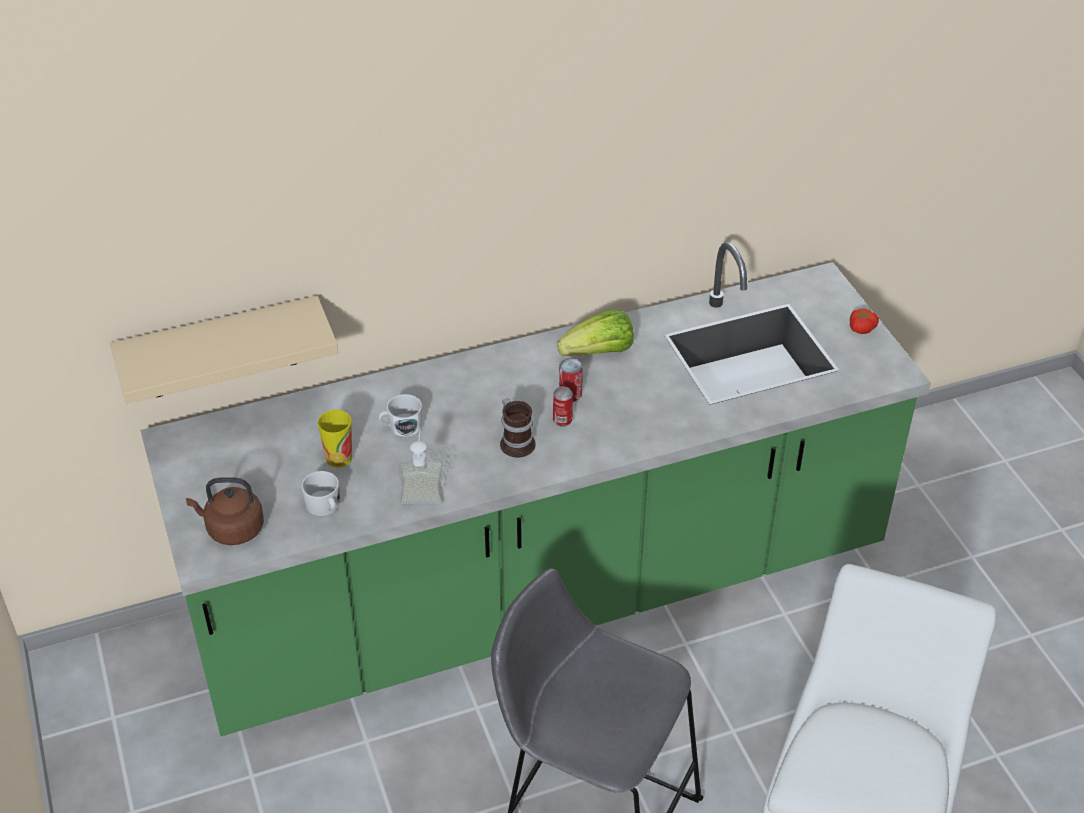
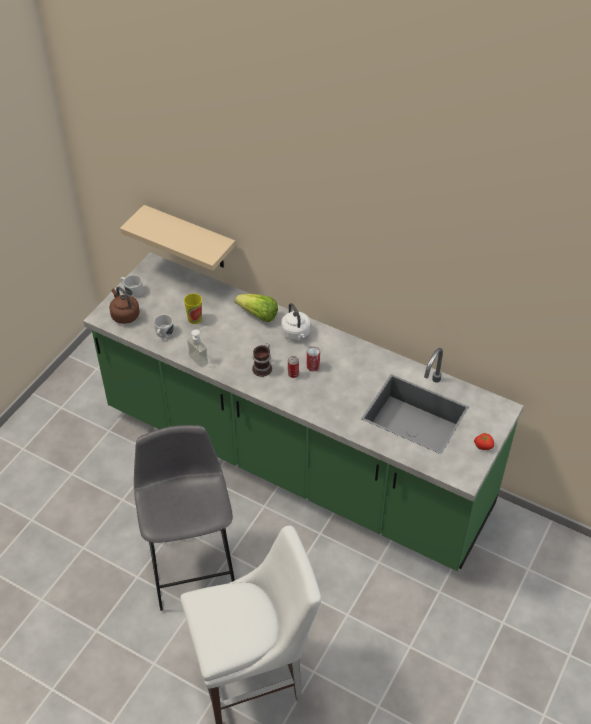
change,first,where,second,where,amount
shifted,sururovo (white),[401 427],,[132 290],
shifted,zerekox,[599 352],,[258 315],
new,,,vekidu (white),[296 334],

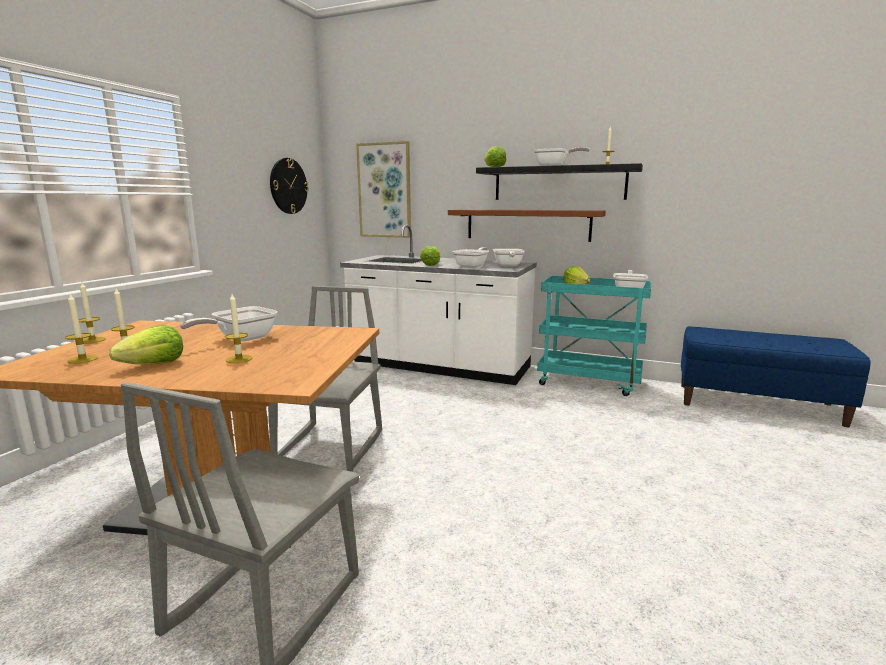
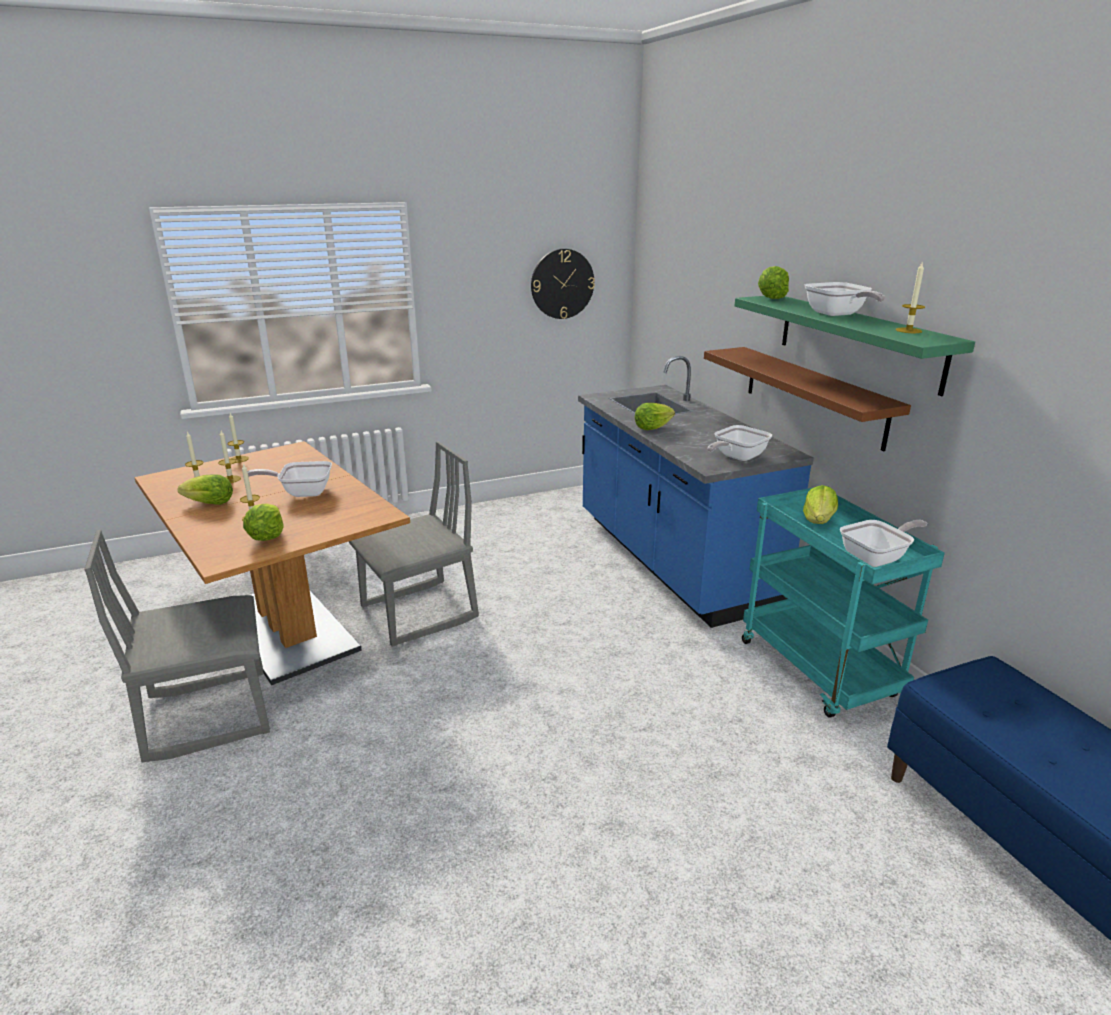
change,first,where,second,where,amount
new,,,zerekox,[267 537],
repainted,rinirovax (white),[439 366],rinirovax (blue),[672 560],
repainted,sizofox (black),[559 183],sizofox (green),[857 341],
gone,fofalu,[384 190],,,
gone,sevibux,[472 266],,,

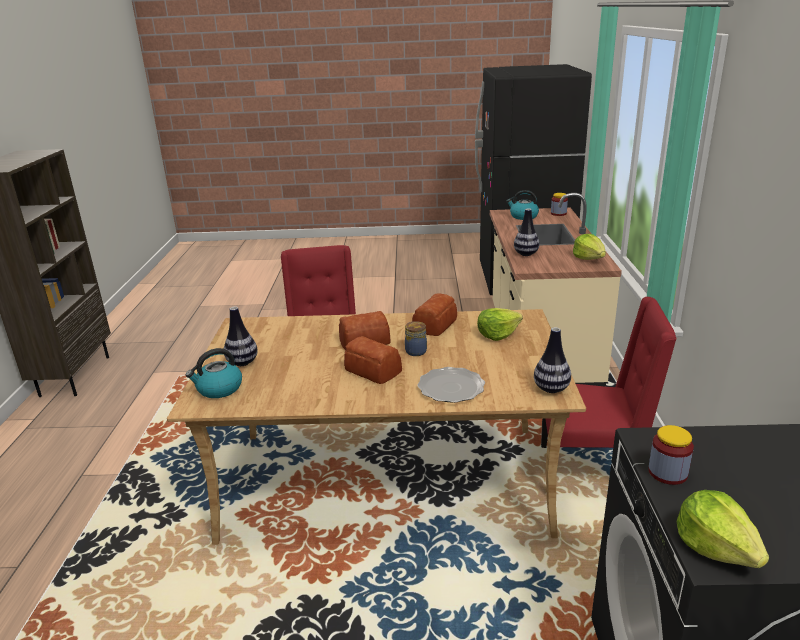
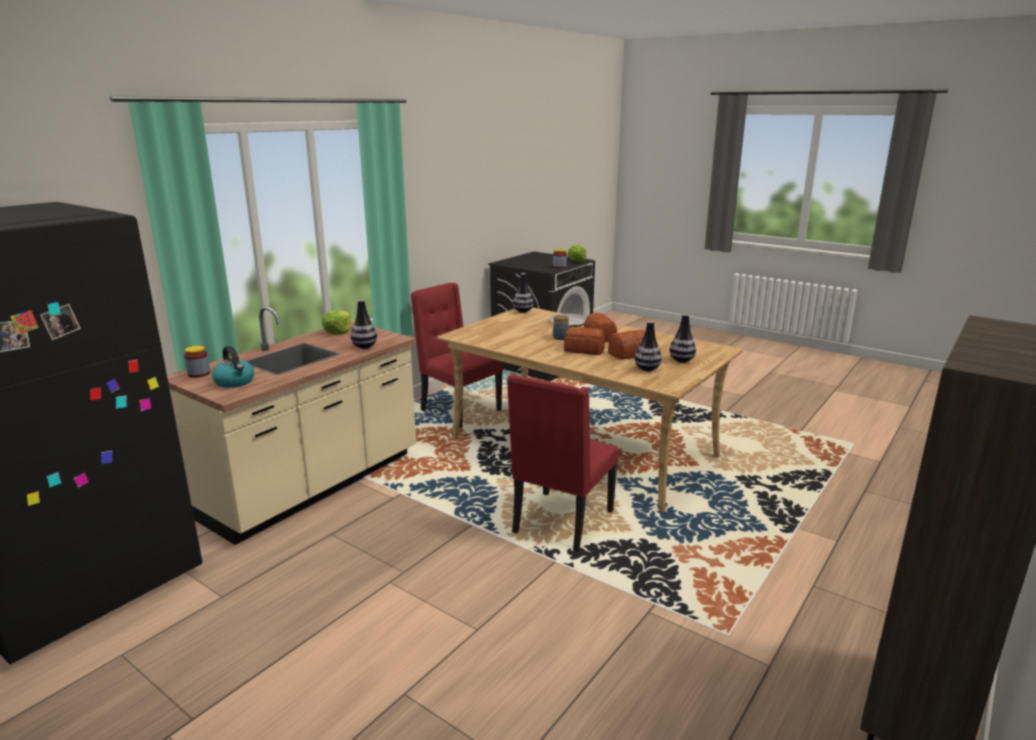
change,first,where,second,where,amount
shifted,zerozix,[436 325],,[628 354],
new,,,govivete,[647 369],
gone,vekidu,[219 389],,,
gone,zerekox,[497 334],,,

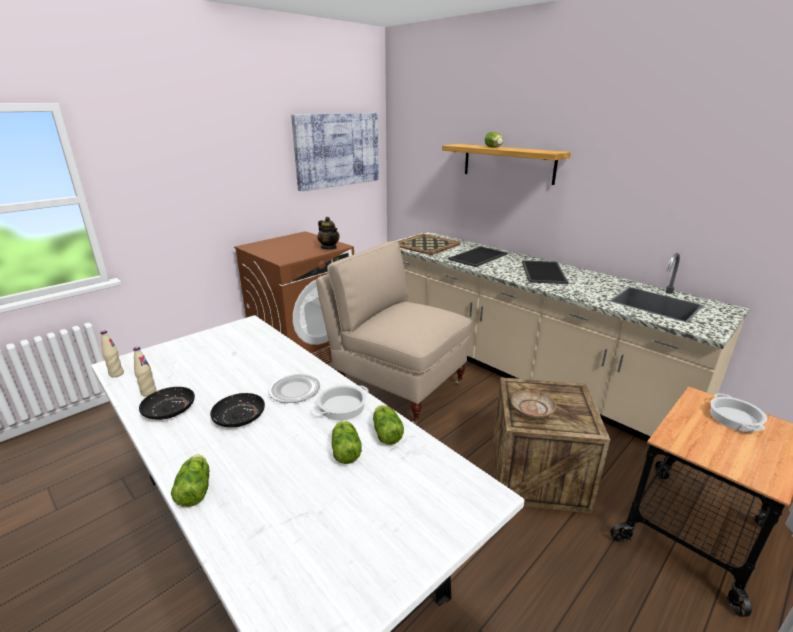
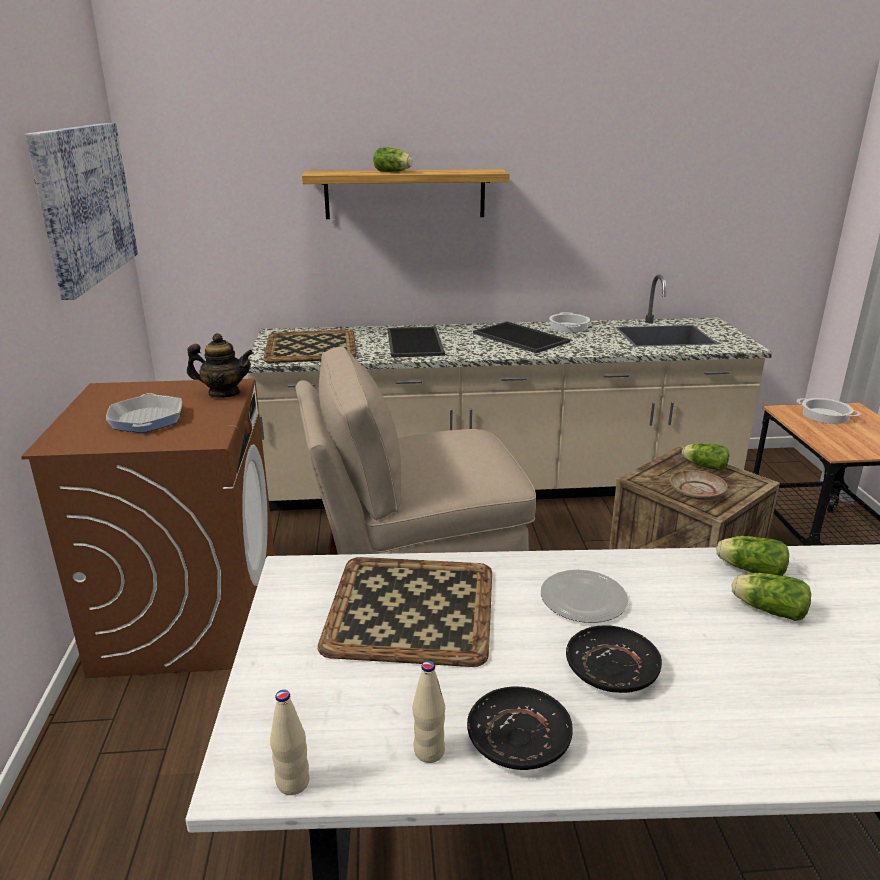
change,first,where,second,where,amount
new,,,sevibux,[146 419],
new,,,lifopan,[413 608],
shifted,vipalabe,[342 406],,[568 327],
shifted,zerekox,[195 488],,[703 466],

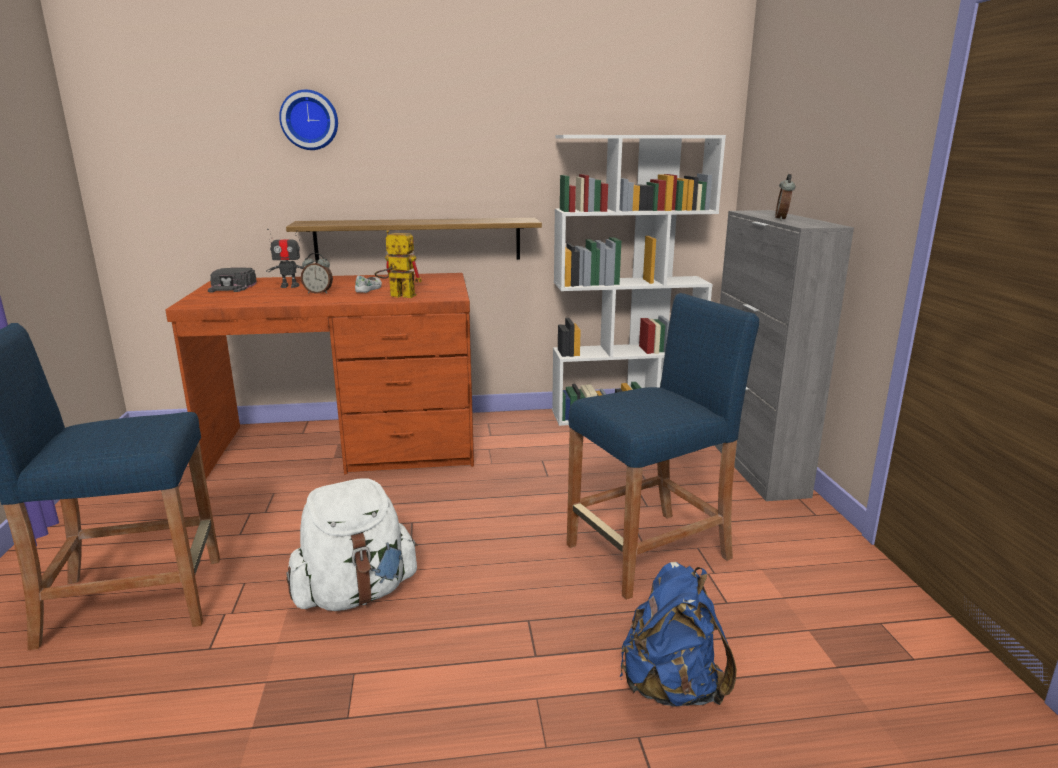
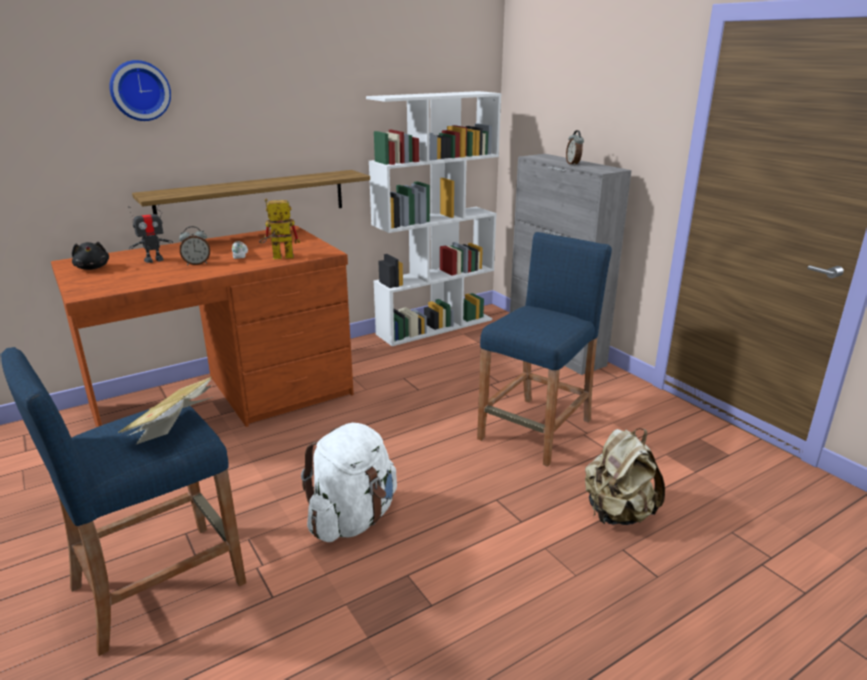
change,first,where,second,where,amount
swapped,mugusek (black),[232 286],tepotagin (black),[93 268],
new,,,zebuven,[174 427],
repainted,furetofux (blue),[671 687],furetofux (beige),[618 513],

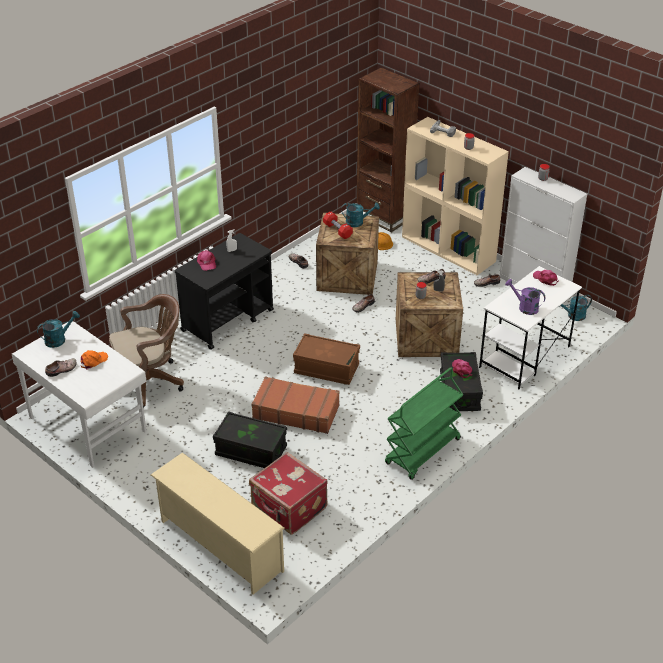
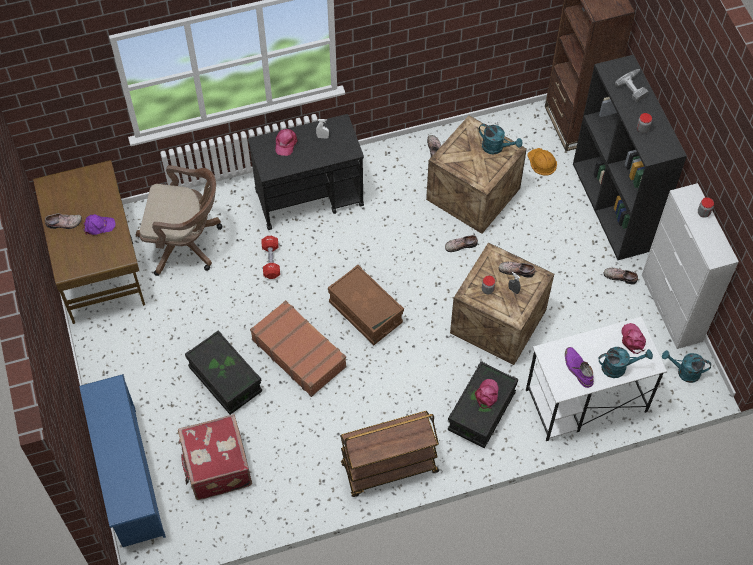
change,first,where,second,where,amount
repainted,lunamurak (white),[88 423],lunamurak (brown),[99 267],
repainted,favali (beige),[219 546],favali (blue),[127 476],
repainted,mugusek (orange),[93 361],mugusek (purple),[98 226],
shifted,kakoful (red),[337 230],,[271 261],
repainted,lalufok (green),[423 452],lalufok (brown),[389 469],
swapped,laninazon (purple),[524 307],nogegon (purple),[577 369],
repainted,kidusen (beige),[449 249],kidusen (black),[614 207],
shifted,laninazon (turquoise),[59 339],,[618 367],

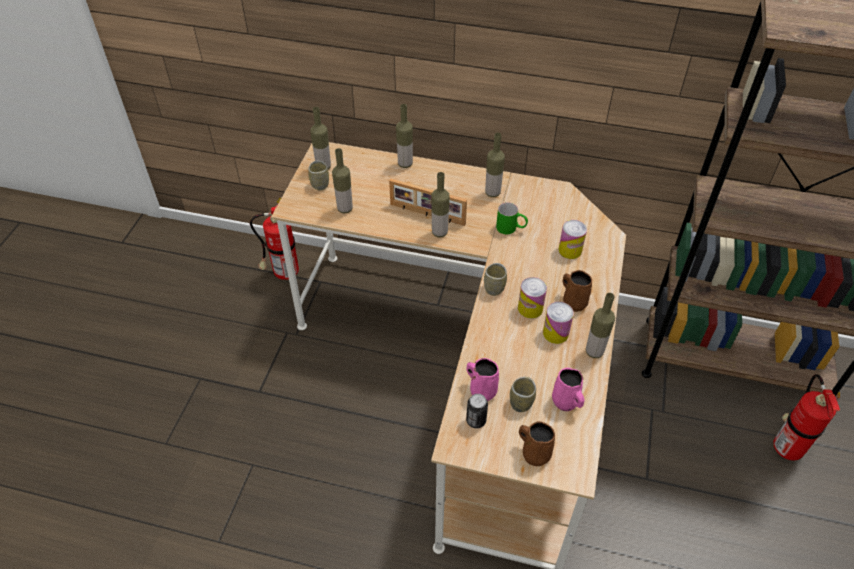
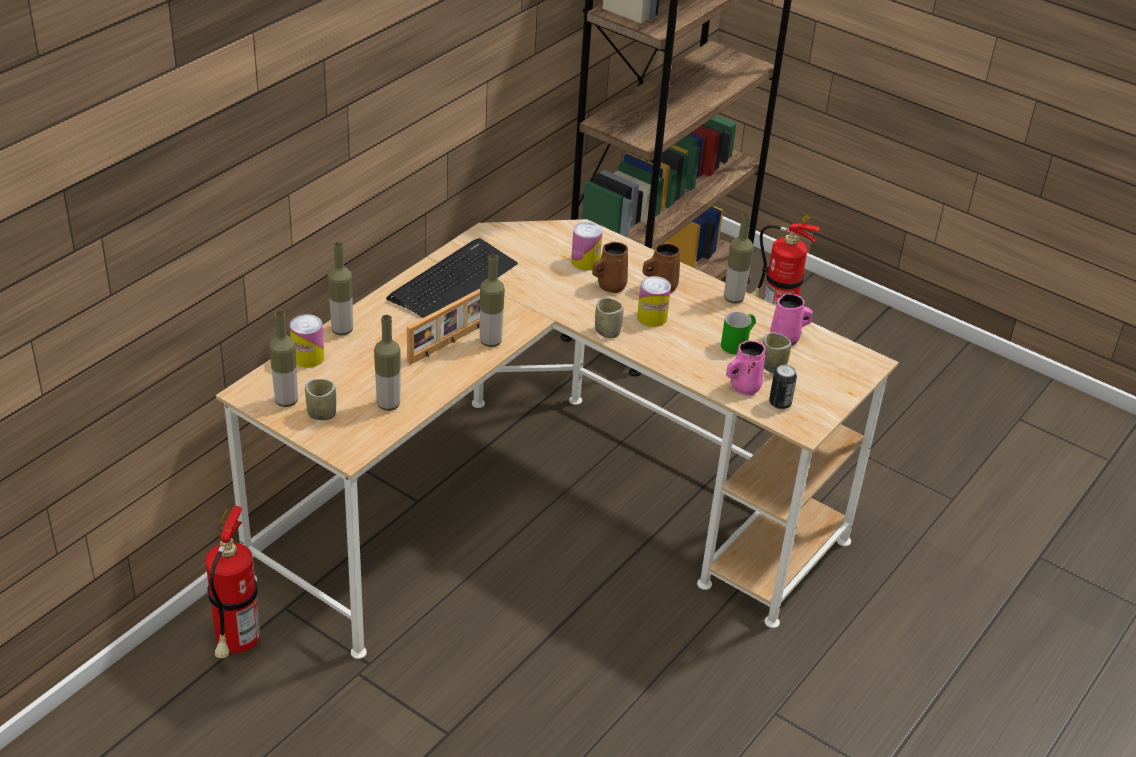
change,first,where,second,where,amount
shifted,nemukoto,[555 333],,[308 357],
swapped,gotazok,[492 193],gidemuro,[453 281],
shifted,sururovo (brown),[534 453],,[610 286],
shifted,sururovo (green),[511 229],,[738 343],

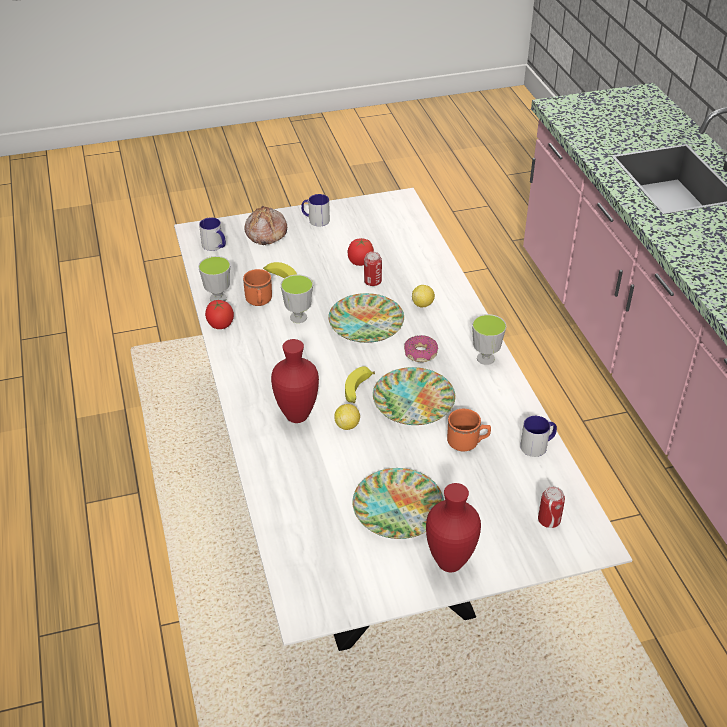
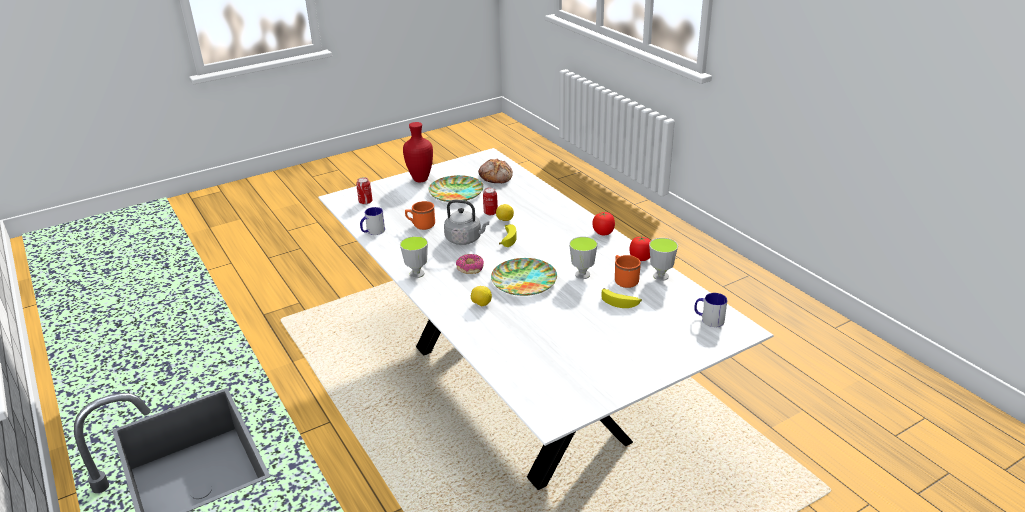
change,first,where,second,where,amount
swapped,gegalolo,[412 401],vekidu (grey),[465 239],
shifted,zerozix,[265 233],,[496 177],
shifted,nemukoto,[372 282],,[490 212],
shifted,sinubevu,[360 262],,[603 233],
gone,govivete (red),[295 417],,,
gone,sururovo,[315 220],,,

